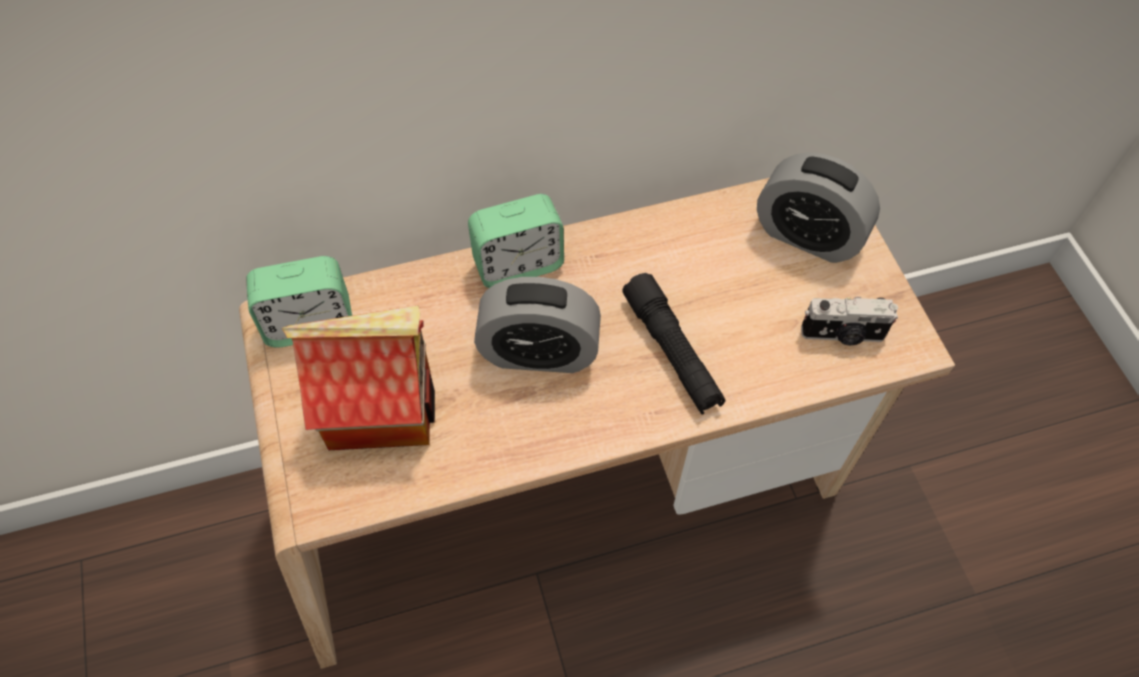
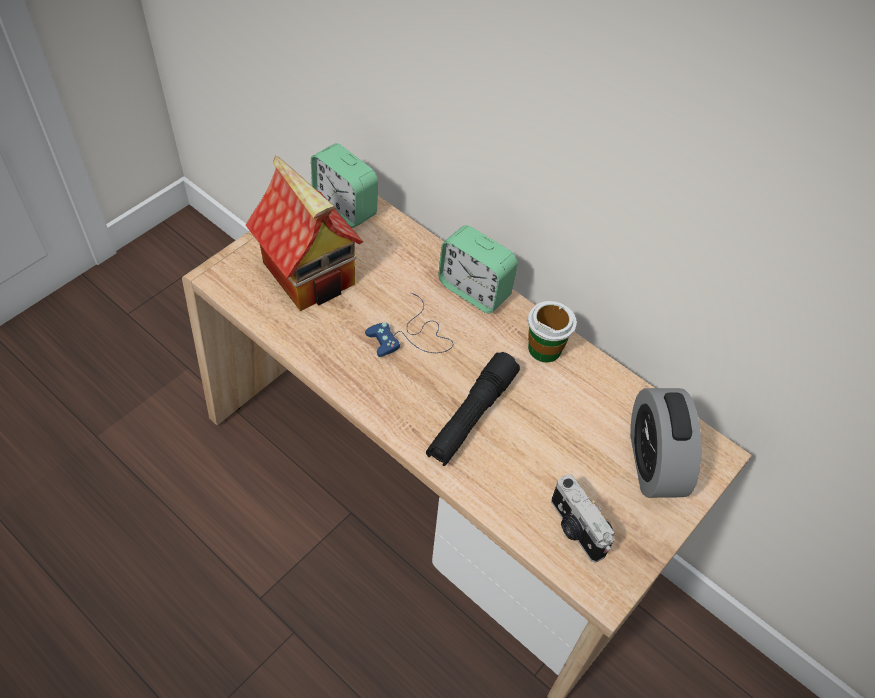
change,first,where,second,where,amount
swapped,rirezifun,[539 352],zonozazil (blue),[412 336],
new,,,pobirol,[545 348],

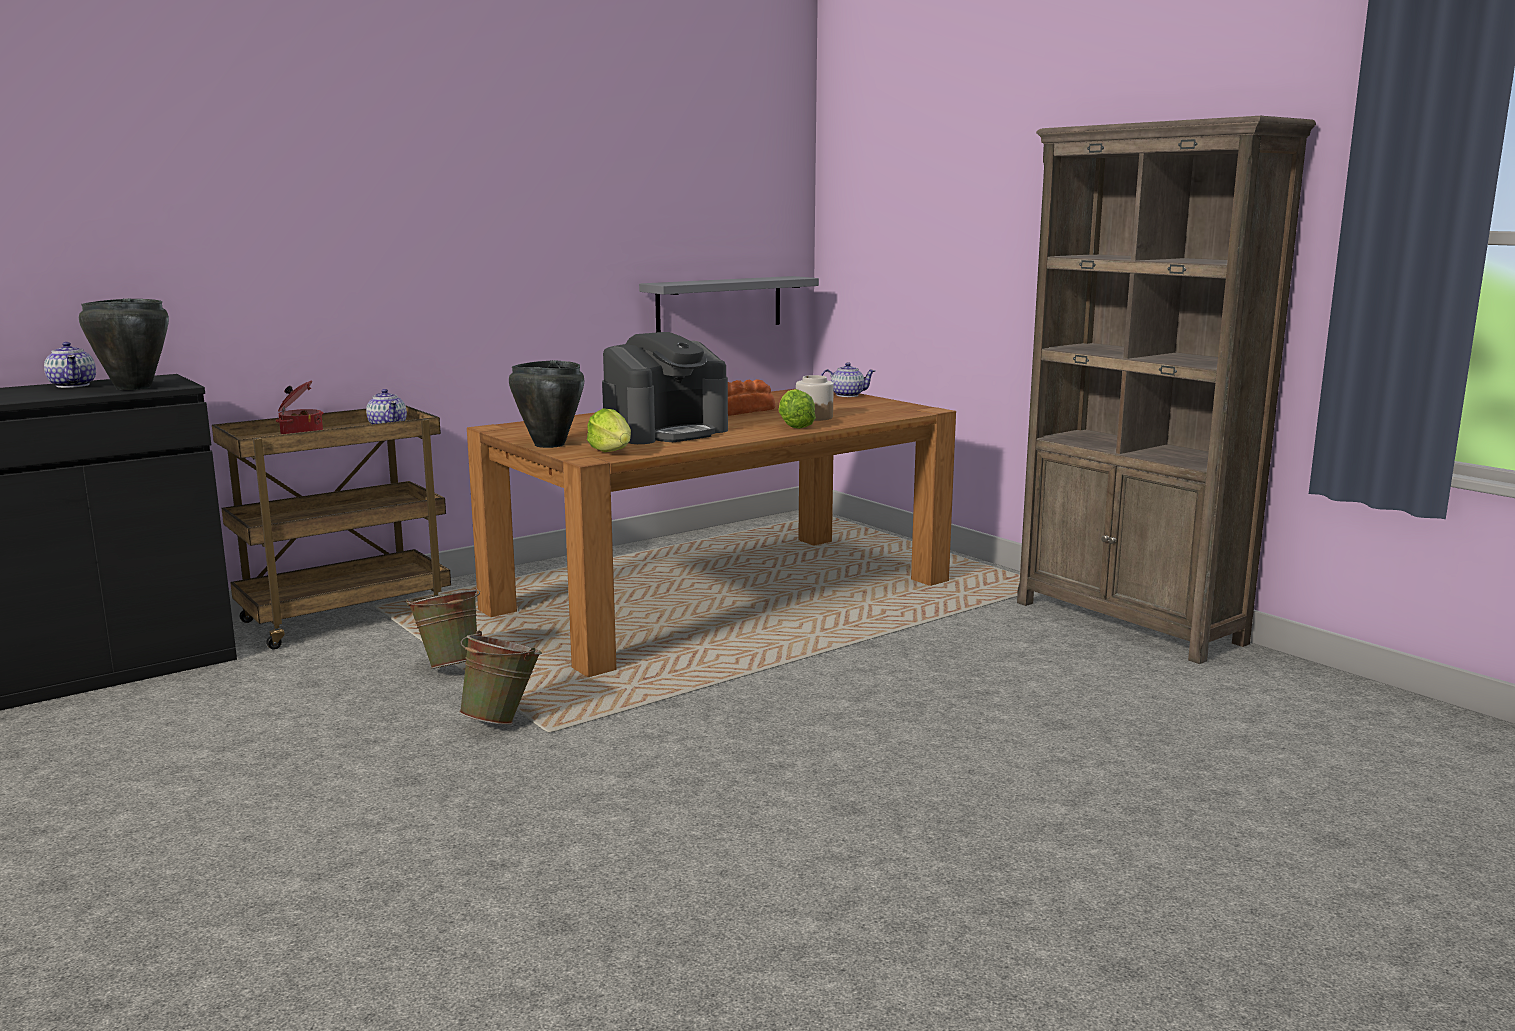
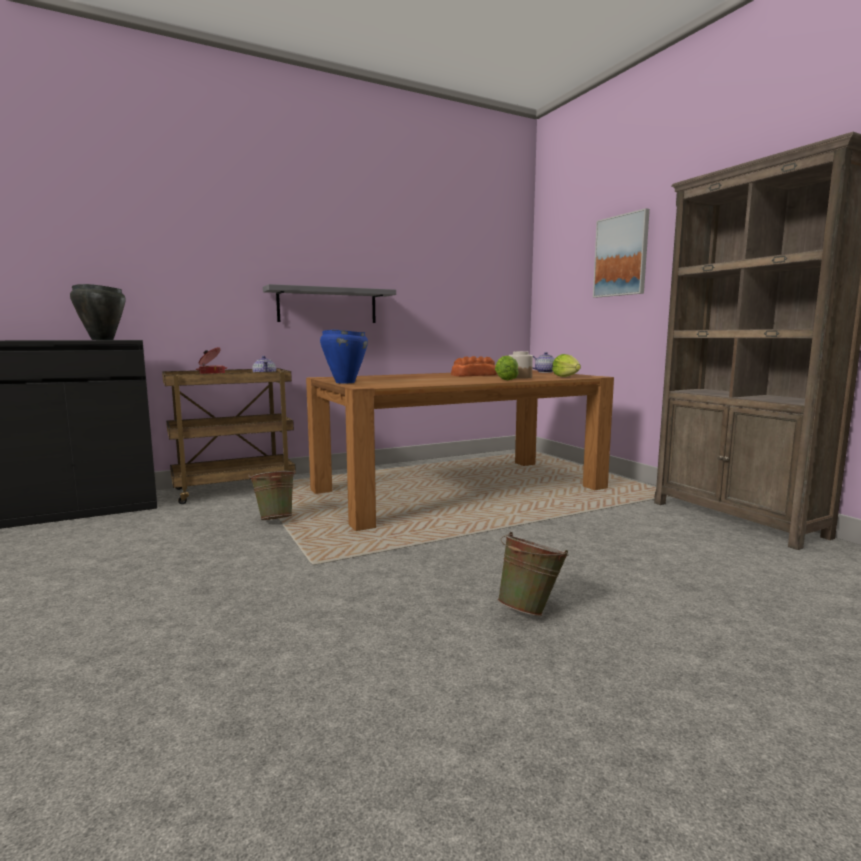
change,first,where,second,where,amount
shifted,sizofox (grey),[719 304],,[327 305],
repainted,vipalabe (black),[548 445],vipalabe (blue),[344 382],
shifted,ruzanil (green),[503 720],,[530 610],
shifted,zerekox,[611 452],,[566 377],
new,,,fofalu,[621 256],
gone,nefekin,[73 385],,,
gone,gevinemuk,[666 432],,,

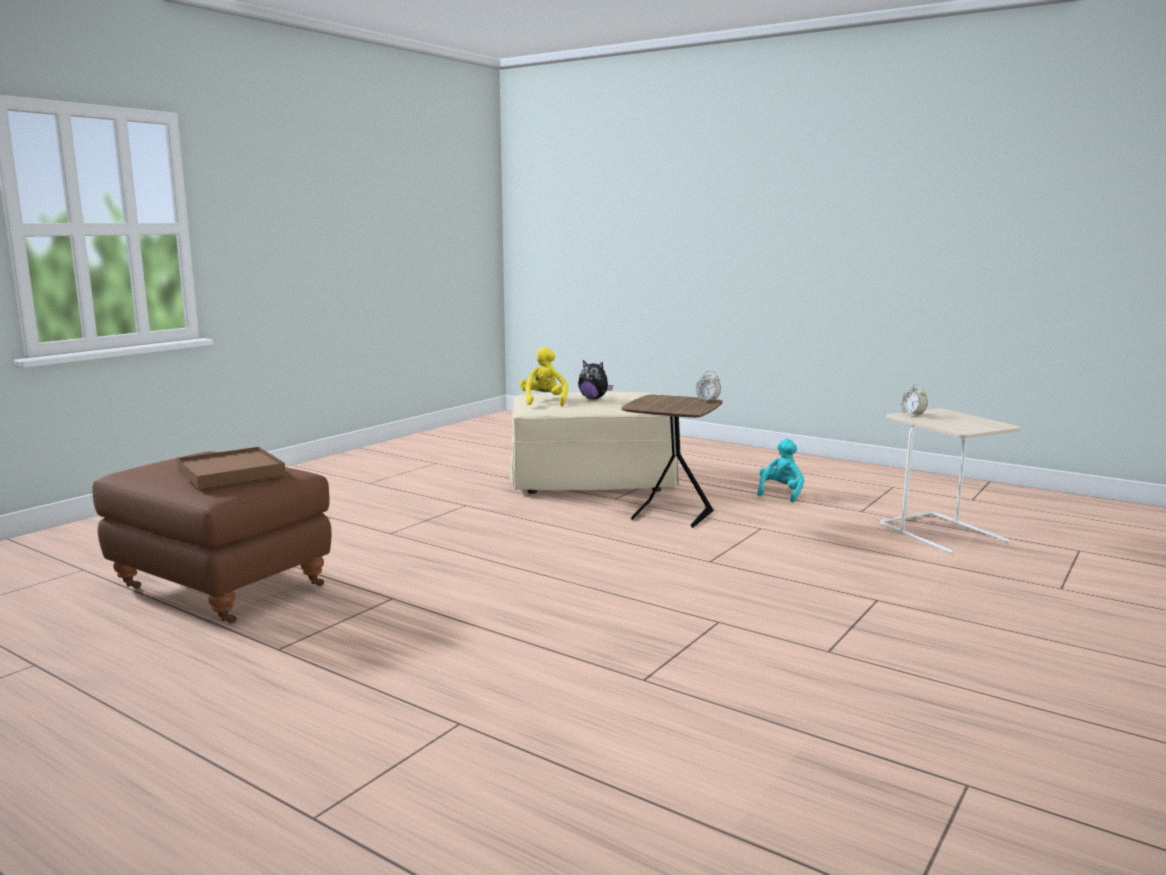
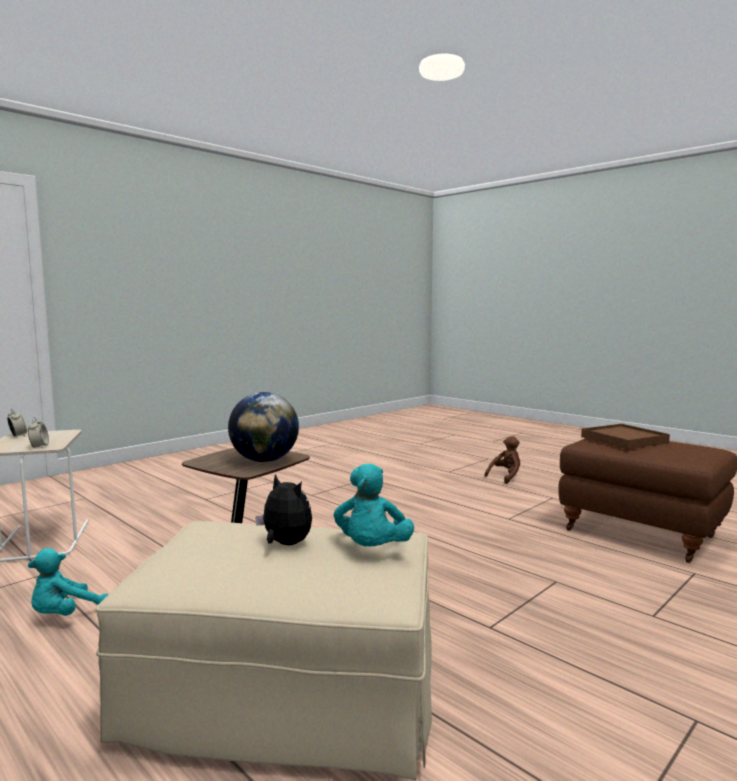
change,first,where,second,where,amount
shifted,rirezifun,[708 400],,[18 436],
new,,,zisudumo,[264 461],
repainted,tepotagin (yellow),[544 401],tepotagin (turquoise),[372 550],
new,,,tepotagin (brown),[505 477],

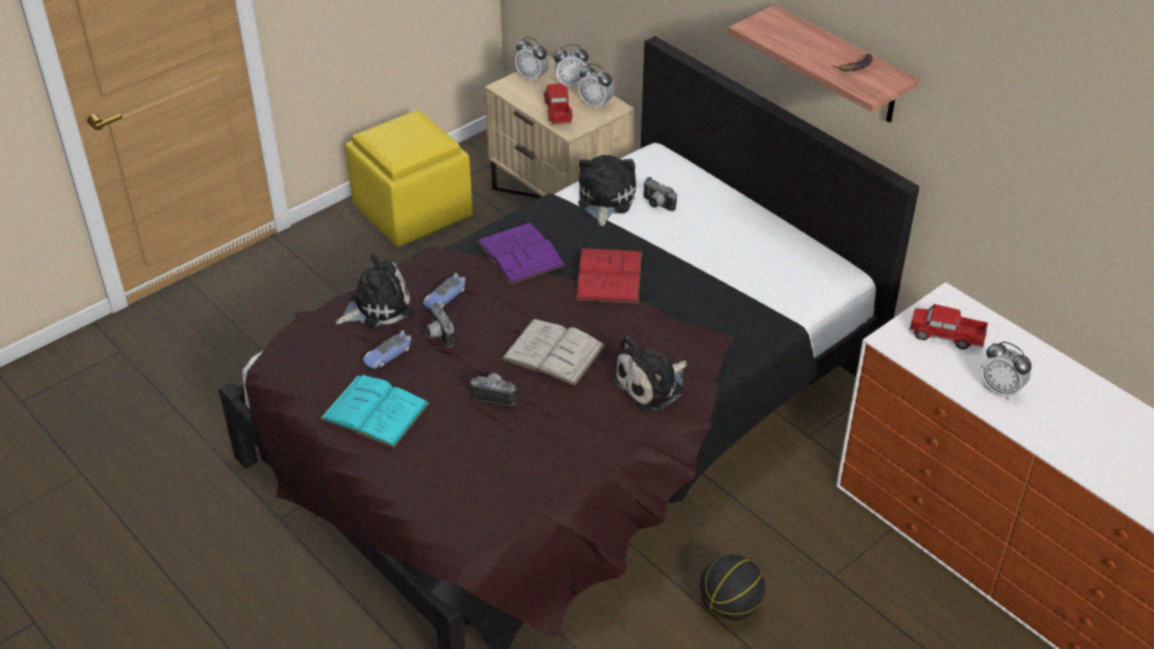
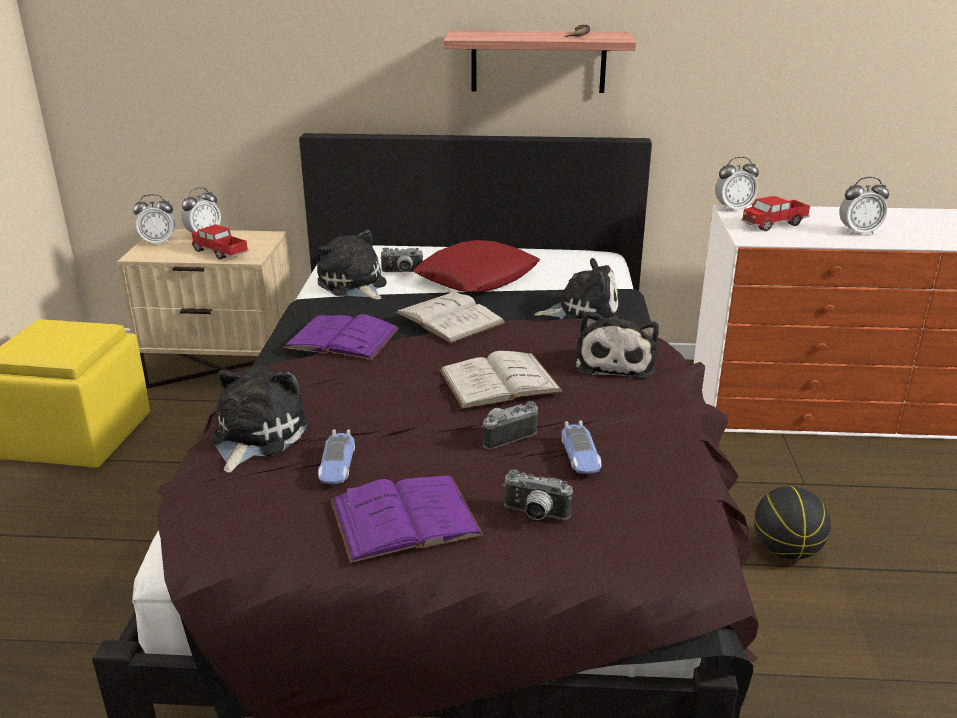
change,first,where,second,where,amount
repainted,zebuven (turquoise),[374 411],zebuven (purple),[405 518],
repainted,zebuven (red),[609 275],zebuven (white),[449 318],
new,,,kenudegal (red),[477 277],
shifted,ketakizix,[438 335],,[534 515],
new,,,tepotagin,[582 312],
shifted,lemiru,[444 297],,[580 455],
shifted,rirezifun,[596 104],,[733 209],

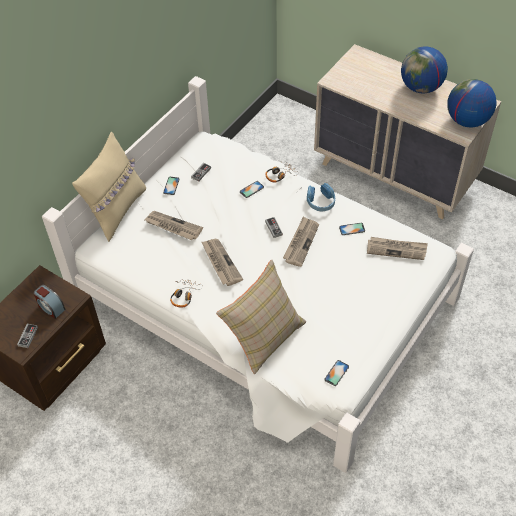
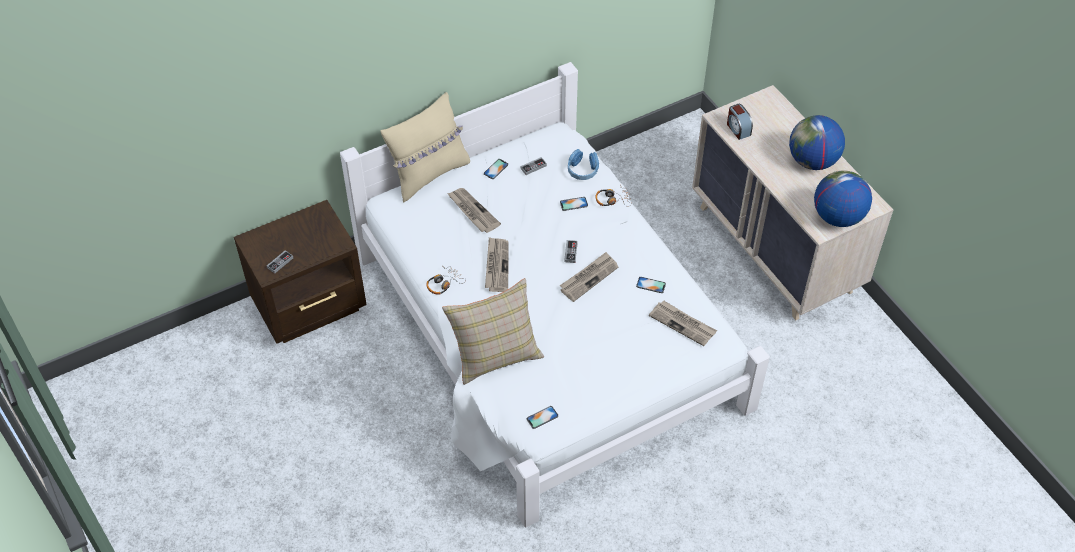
change,first,where,second,where,amount
shifted,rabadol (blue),[320 202],,[583 170],
shifted,rirezifun,[51 307],,[738 129],

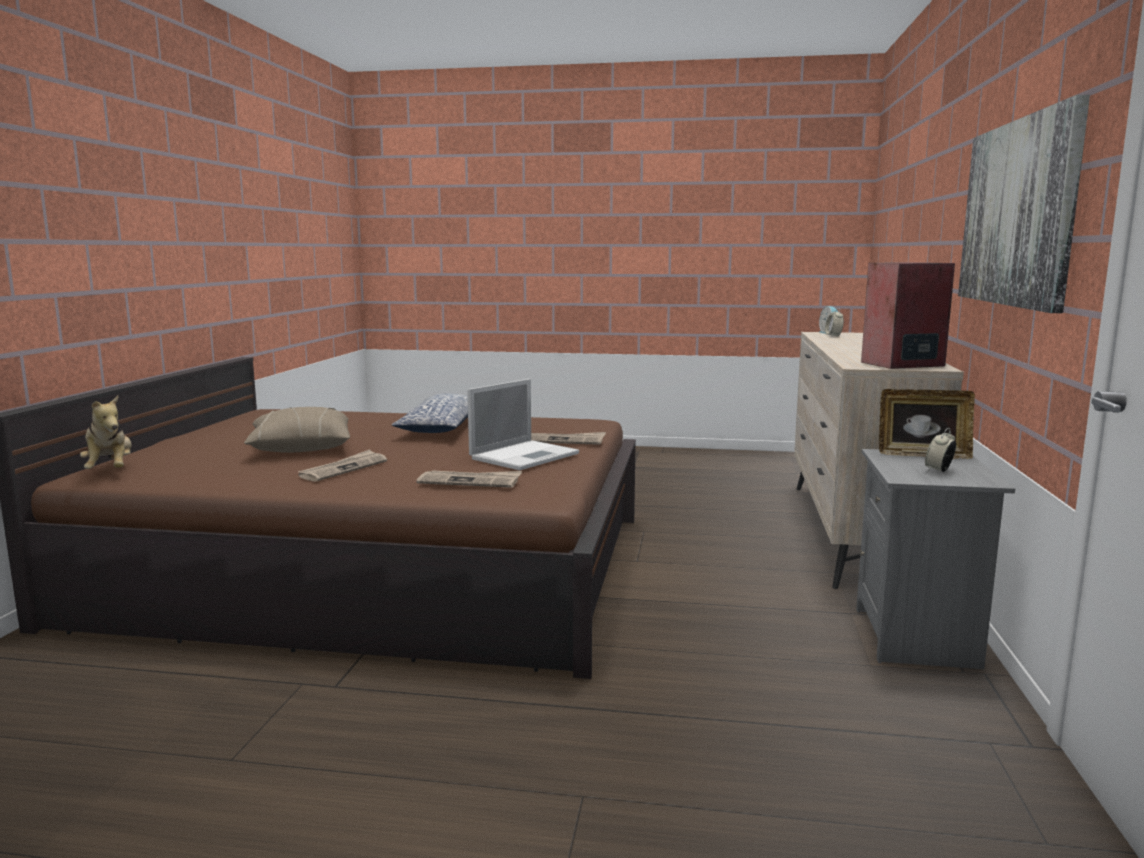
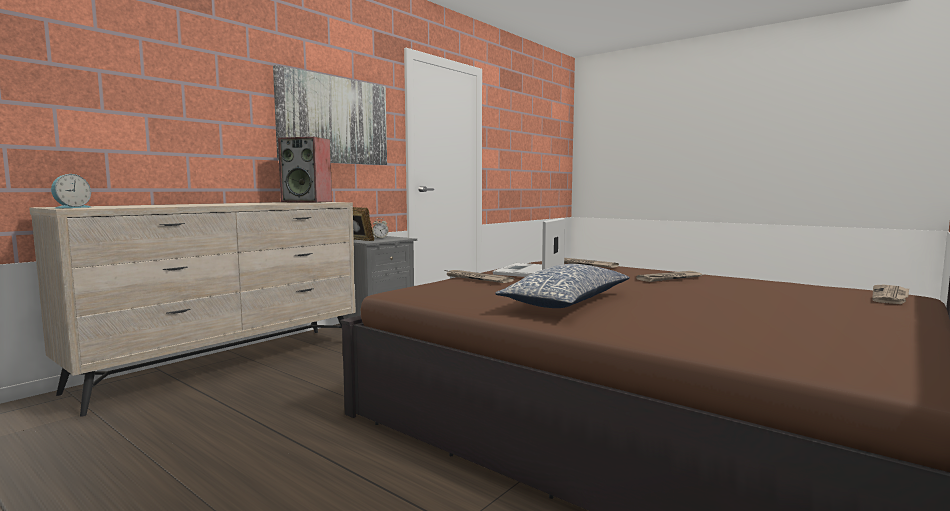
change,first,where,second,where,amount
rotated,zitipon,[525 455],,[529 272],45 degrees counterclockwise
swapped,tepotagin,[111 470],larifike,[891 296],
gone,kenudegal (beige),[300 448],,,
gone,rirezifun,[833 336],,,

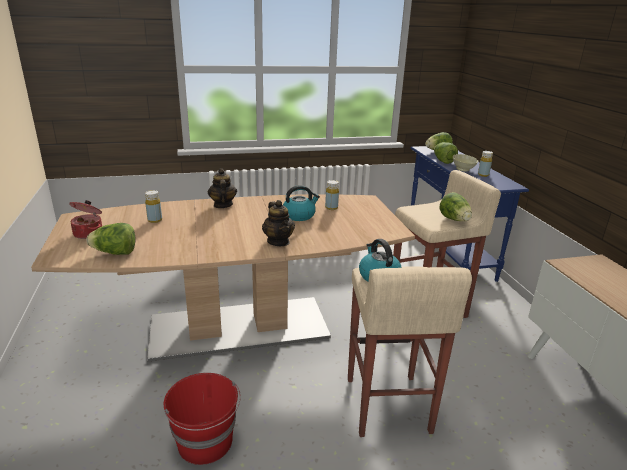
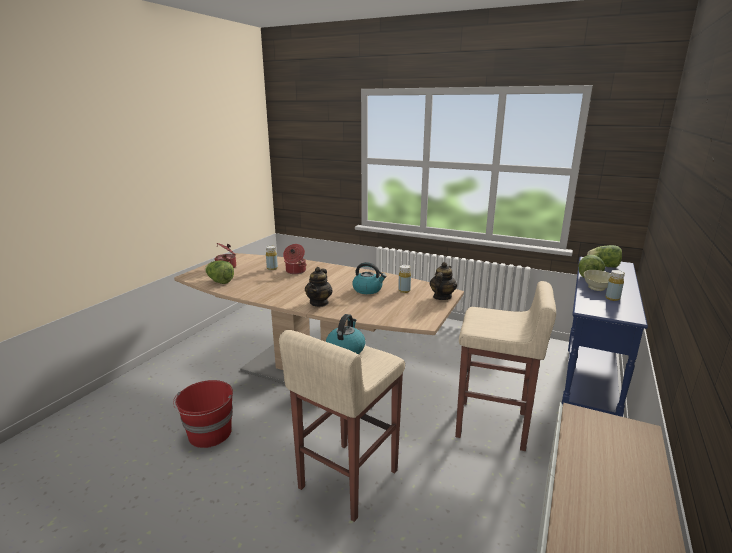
change,first,where,second,where,amount
new,,,vipalabe,[295 271],
shifted,nefekin,[222 205],,[442 297],
gone,zerekox,[454 220],,,

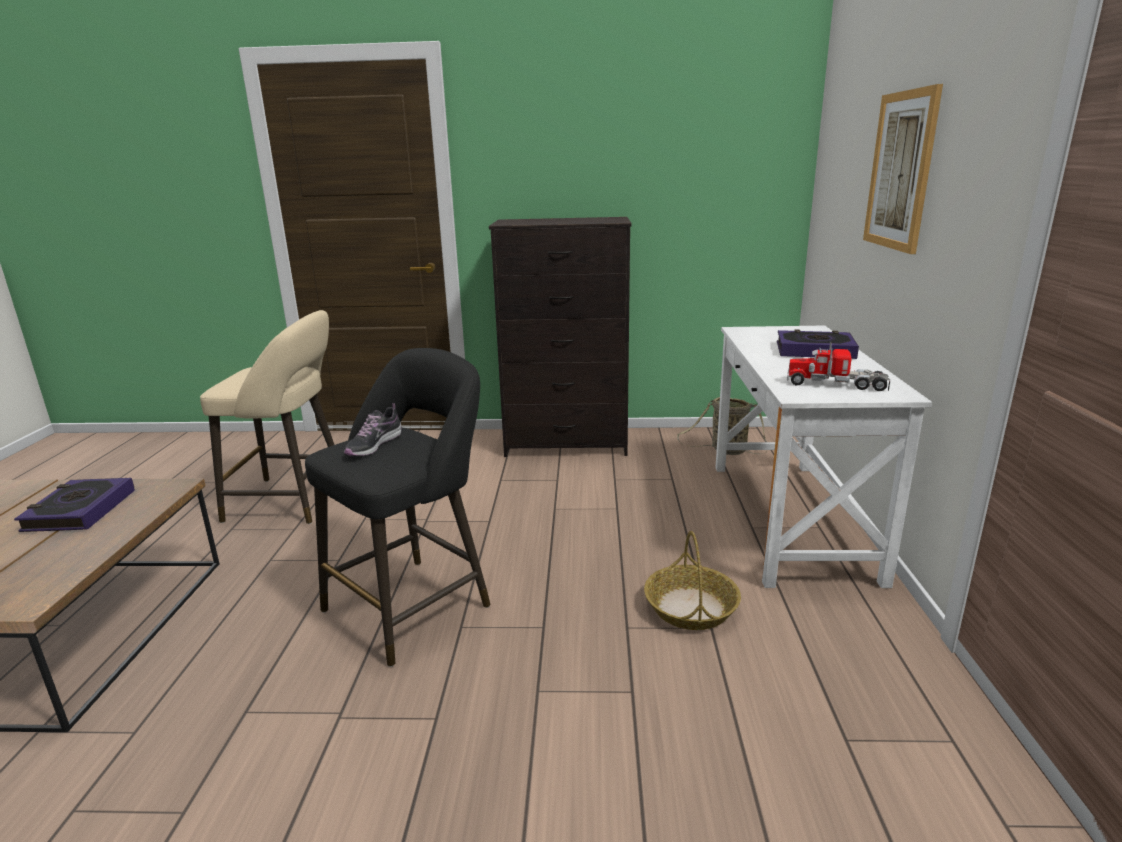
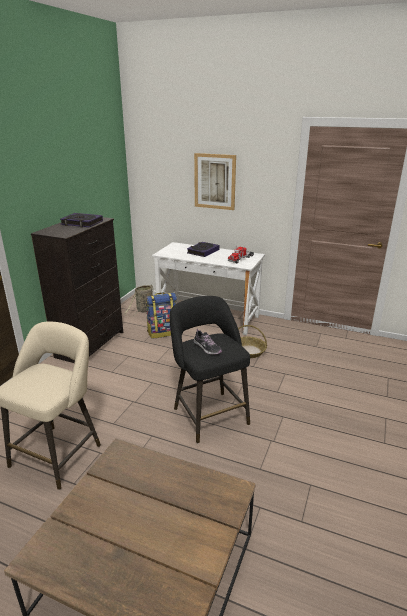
change,first,where,second,where,amount
shifted,zebuven,[80 511],,[82 223],
new,,,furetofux,[162 332],

